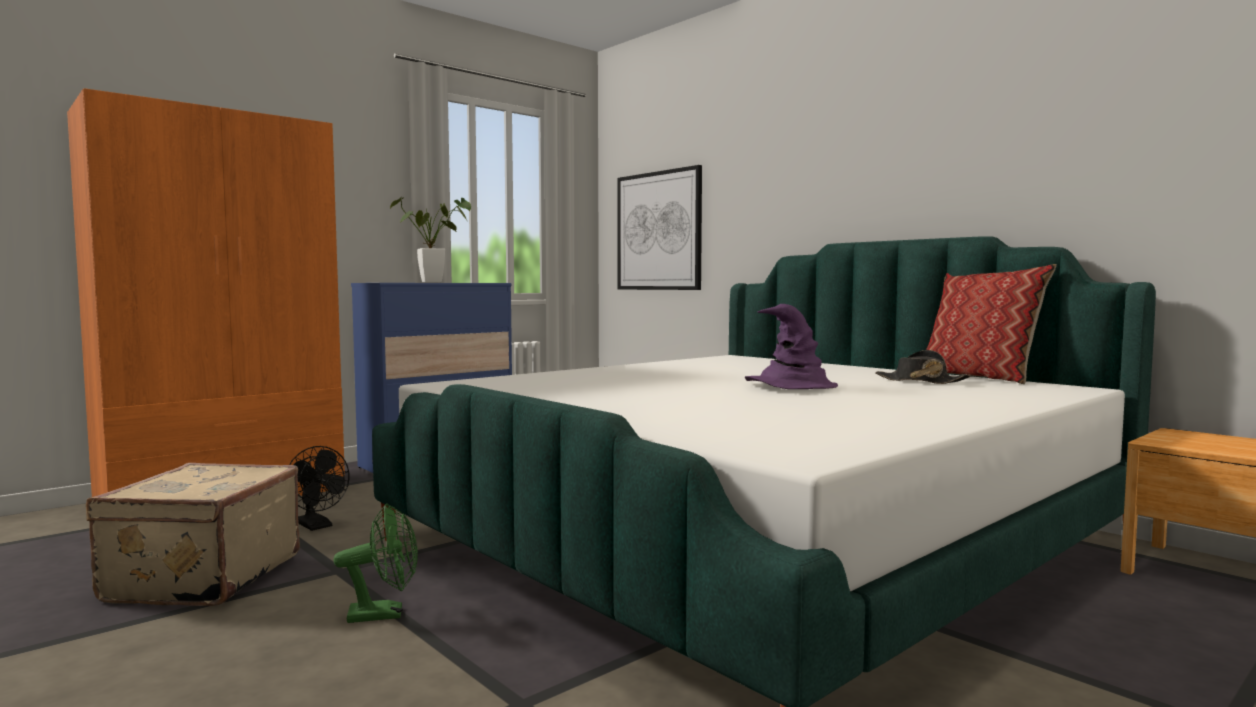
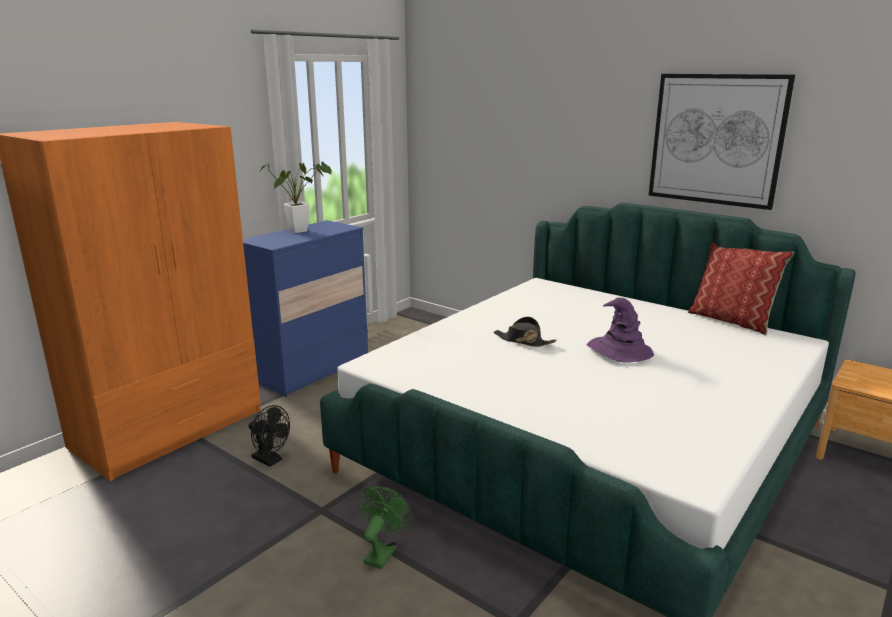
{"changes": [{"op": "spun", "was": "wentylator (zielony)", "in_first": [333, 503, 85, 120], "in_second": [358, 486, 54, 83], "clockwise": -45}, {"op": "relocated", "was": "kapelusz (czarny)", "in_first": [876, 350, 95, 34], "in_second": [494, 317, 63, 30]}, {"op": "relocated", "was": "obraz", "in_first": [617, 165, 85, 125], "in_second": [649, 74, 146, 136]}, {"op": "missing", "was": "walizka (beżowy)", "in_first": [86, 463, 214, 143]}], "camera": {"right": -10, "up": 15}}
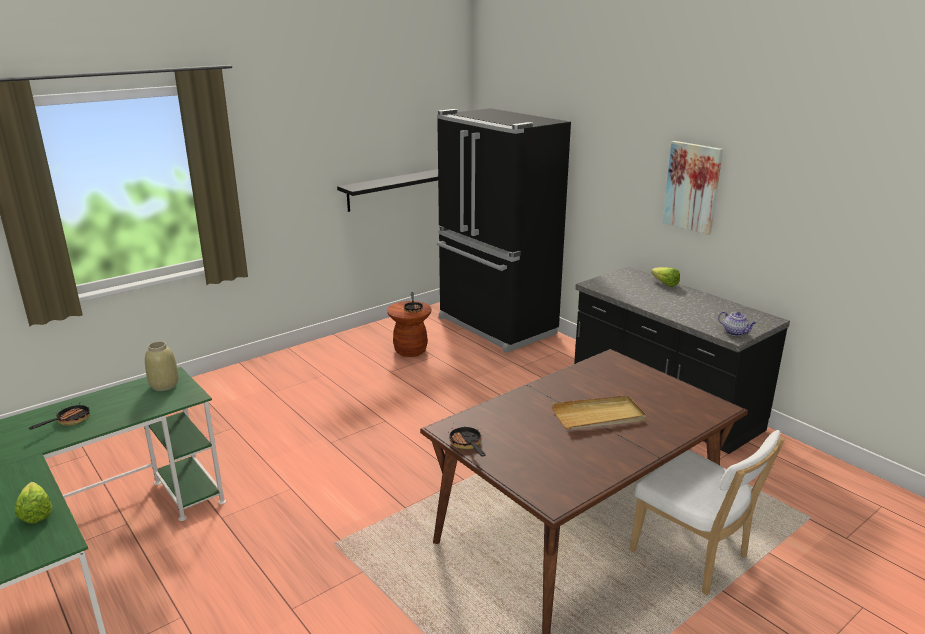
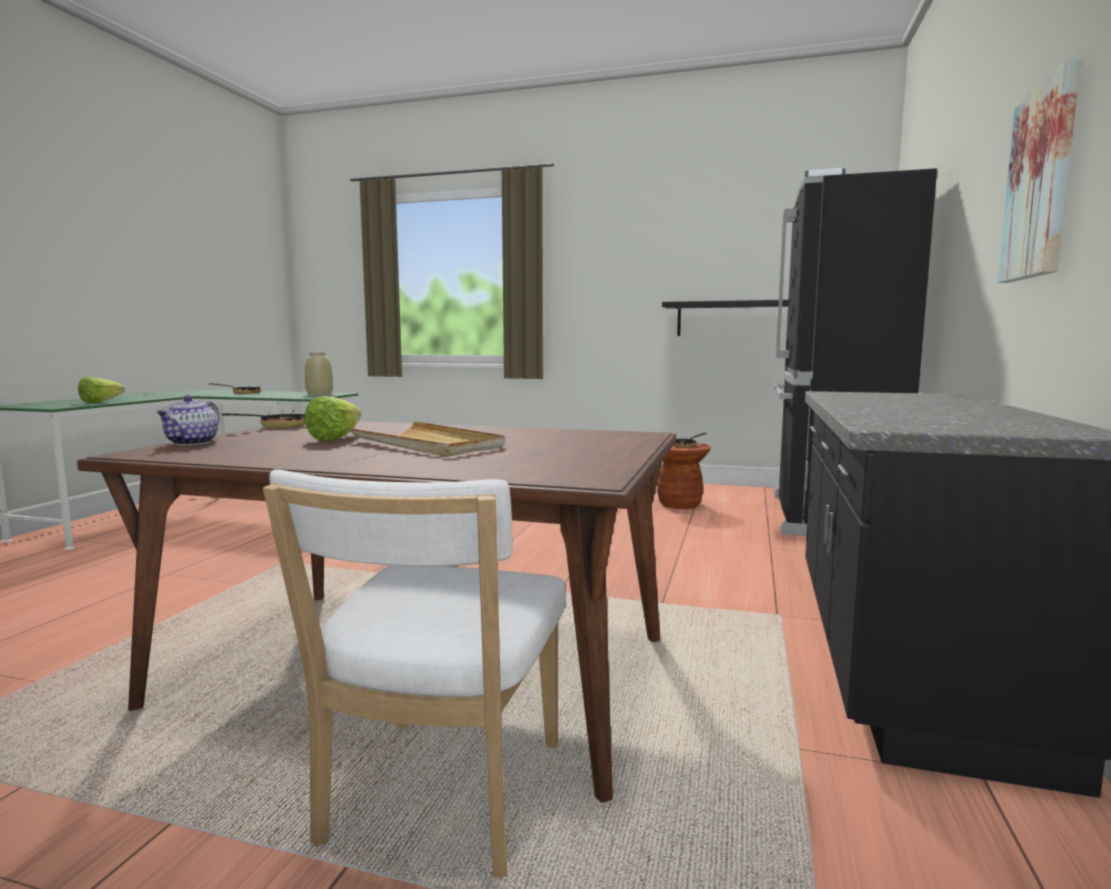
{"changes": [{"op": "relocated", "was": "imbryk", "in_first": [718, 311, 38, 25], "in_second": [157, 395, 63, 50]}, {"op": "relocated", "was": "sałata", "in_first": [651, 267, 29, 20], "in_second": [304, 396, 57, 46]}], "camera": {"right": 55, "up": -15}}
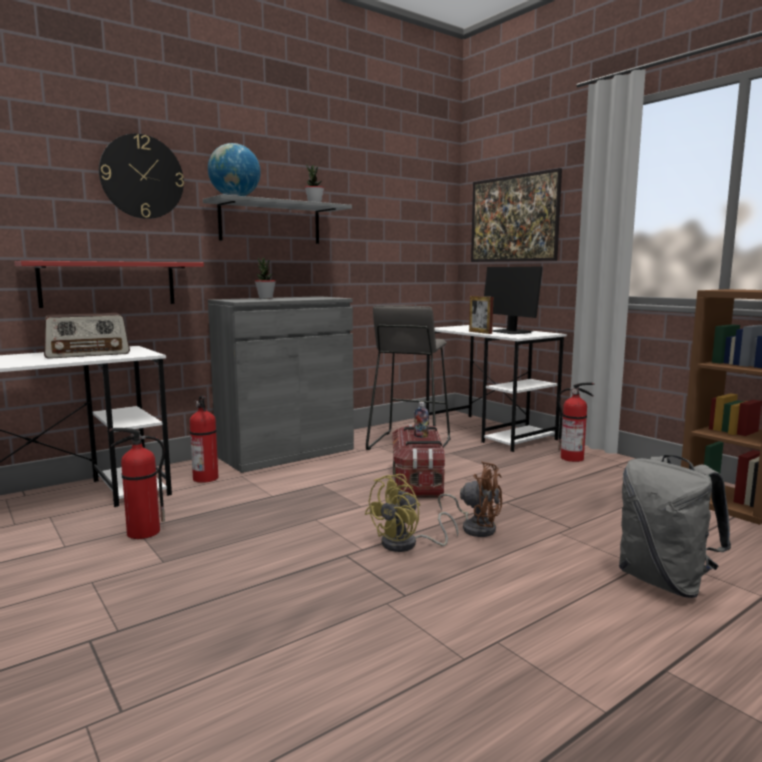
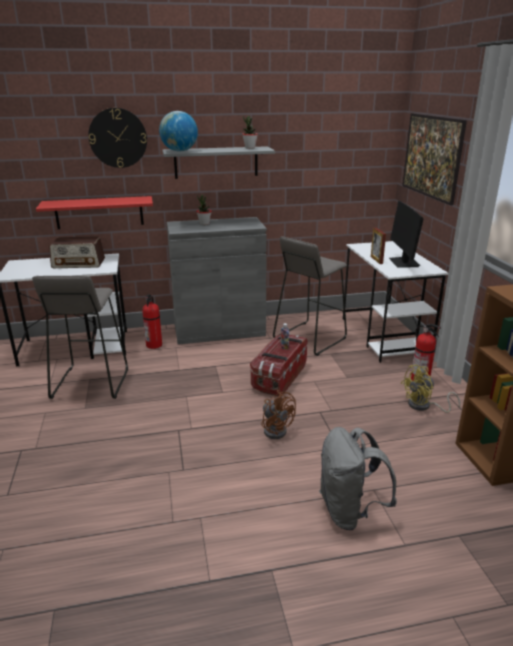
{"changes": [{"op": "exchanged", "was": "gaśnica", "now": "stołek (szary)", "in_first": [109, 428, 56, 111], "in_second": [32, 276, 96, 123]}, {"op": "relocated", "was": "wentylator (żółty)", "in_first": [365, 474, 93, 78], "in_second": [401, 365, 59, 48]}], "camera": {"right": 25, "up": 15}}
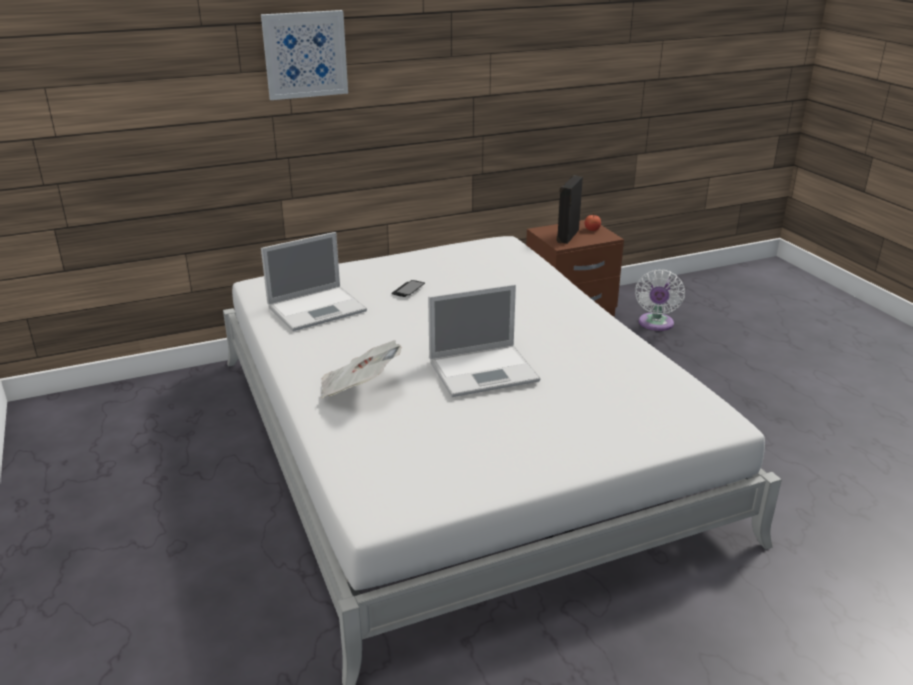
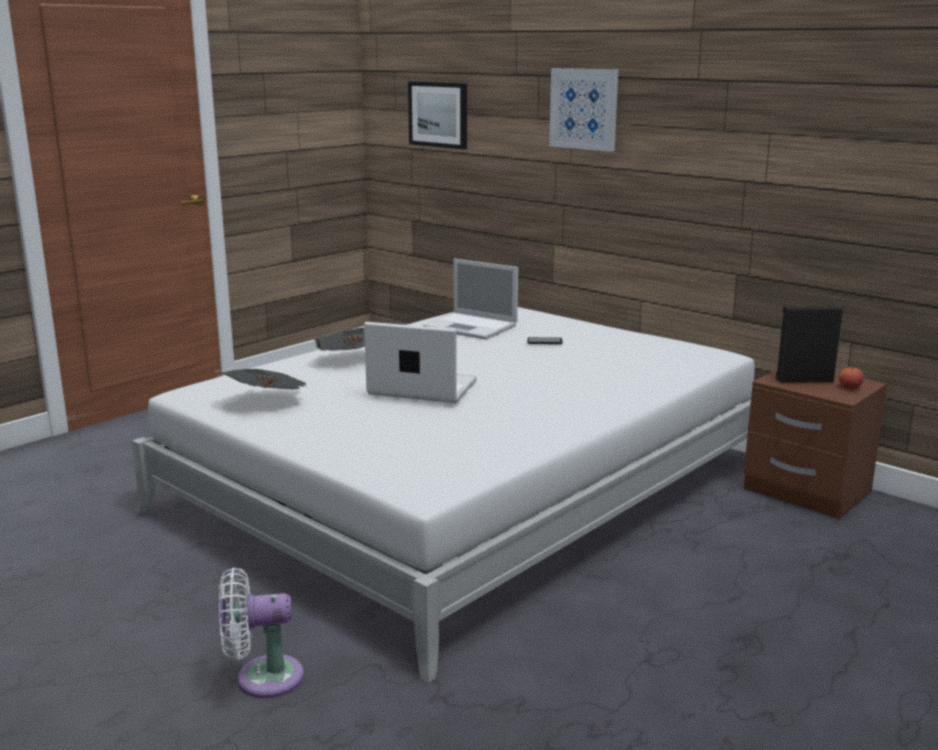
{"changes": [{"op": "relocated", "was": "wentylator (biały)", "in_first": [635, 270, 50, 61], "in_second": [219, 567, 85, 131]}, {"op": "appeared", "now": "gazeta", "in_second": [221, 369, 85, 20]}, {"op": "spun", "was": "laptop", "in_first": [428, 284, 113, 113], "in_second": [364, 322, 113, 81], "clockwise": 150}, {"op": "appeared", "now": "obraz", "in_second": [408, 81, 59, 68]}], "camera": {"right": 65, "up": -10}}
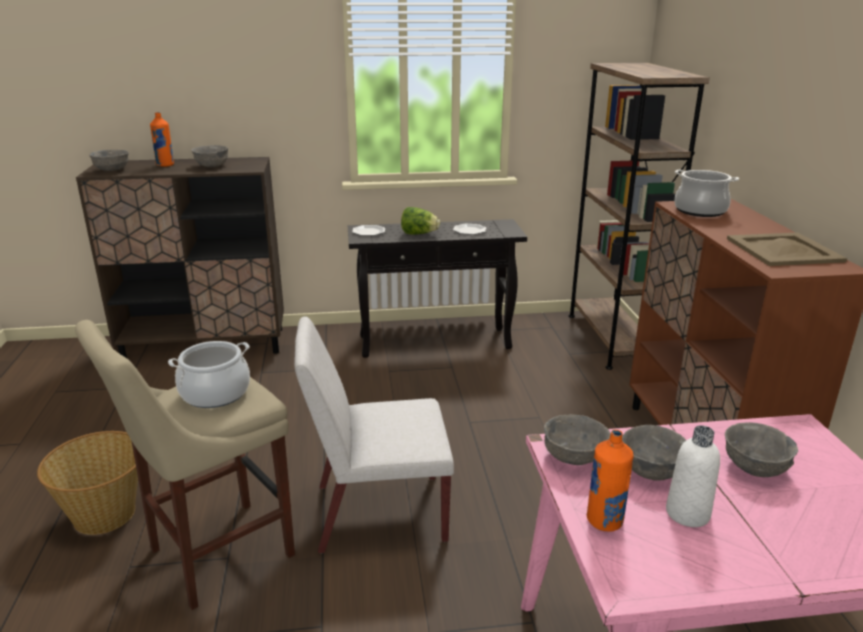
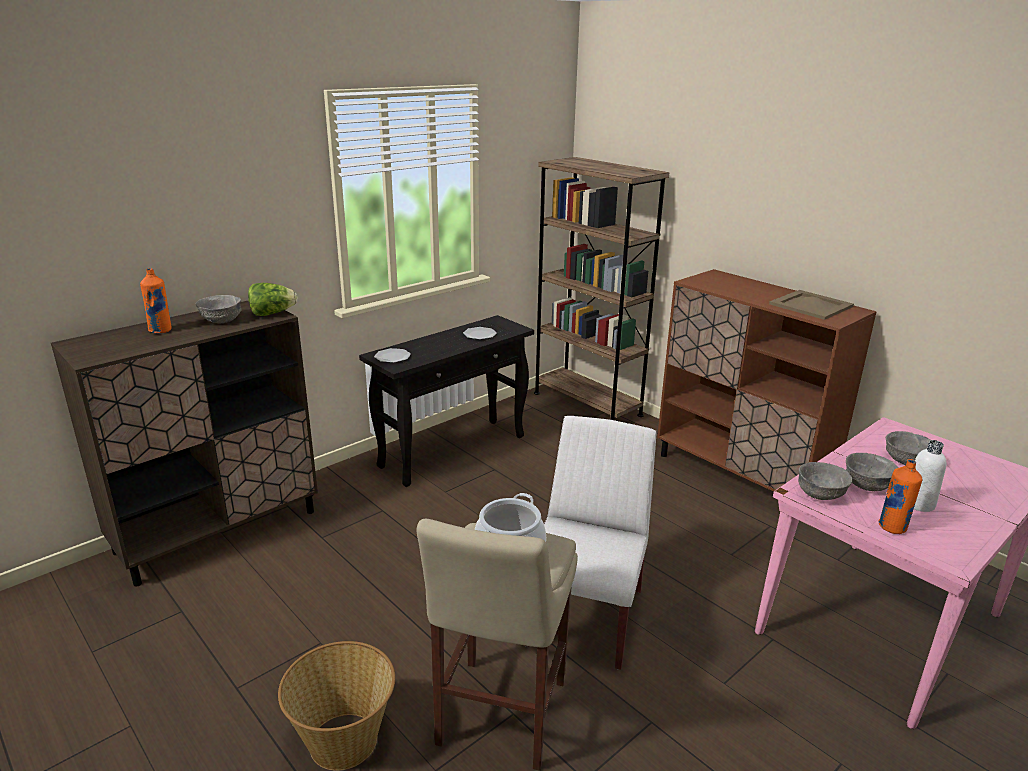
{"changes": [{"op": "relocated", "was": "sałata", "in_first": [401, 207, 39, 28], "in_second": [248, 283, 49, 33]}, {"op": "spun", "was": "krzesło (biały)", "in_first": [294, 316, 160, 238], "in_second": [523, 416, 133, 254], "clockwise": 150}, {"op": "missing", "was": "miska (szary)", "in_first": [89, 150, 40, 21]}, {"op": "missing", "was": "garnek", "in_first": [674, 170, 65, 47]}], "camera": {"right": -35, "up": 0}}
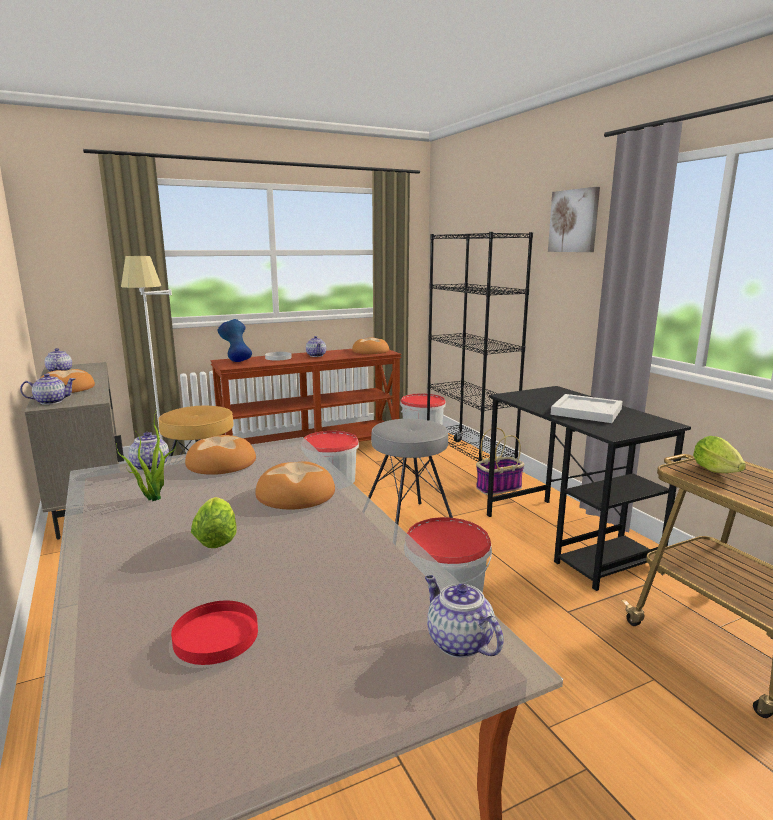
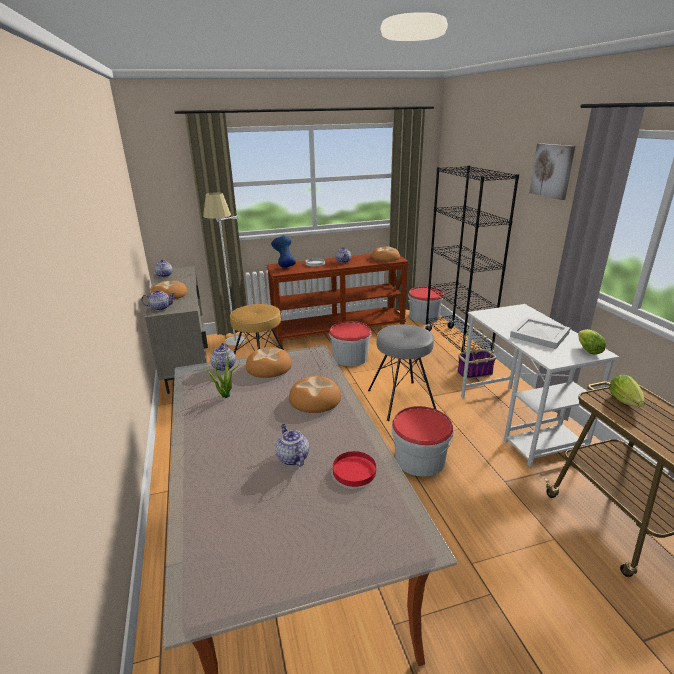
{"changes": [{"op": "relocated", "was": "imbryk", "in_first": [425, 575, 79, 83], "in_second": [275, 424, 34, 43]}, {"op": "relocated", "was": "talerz (czerwony)", "in_first": [171, 601, 87, 64], "in_second": [333, 451, 43, 36]}, {"op": "colour", "was": "biurko (czarny)", "now": "biurko (biały)", "in_first": [487, 386, 204, 205], "in_second": [461, 304, 158, 163]}, {"op": "relocated", "was": "sałata", "in_first": [191, 497, 46, 51], "in_second": [578, 329, 28, 26]}], "camera": {"right": 10, "up": 10}}
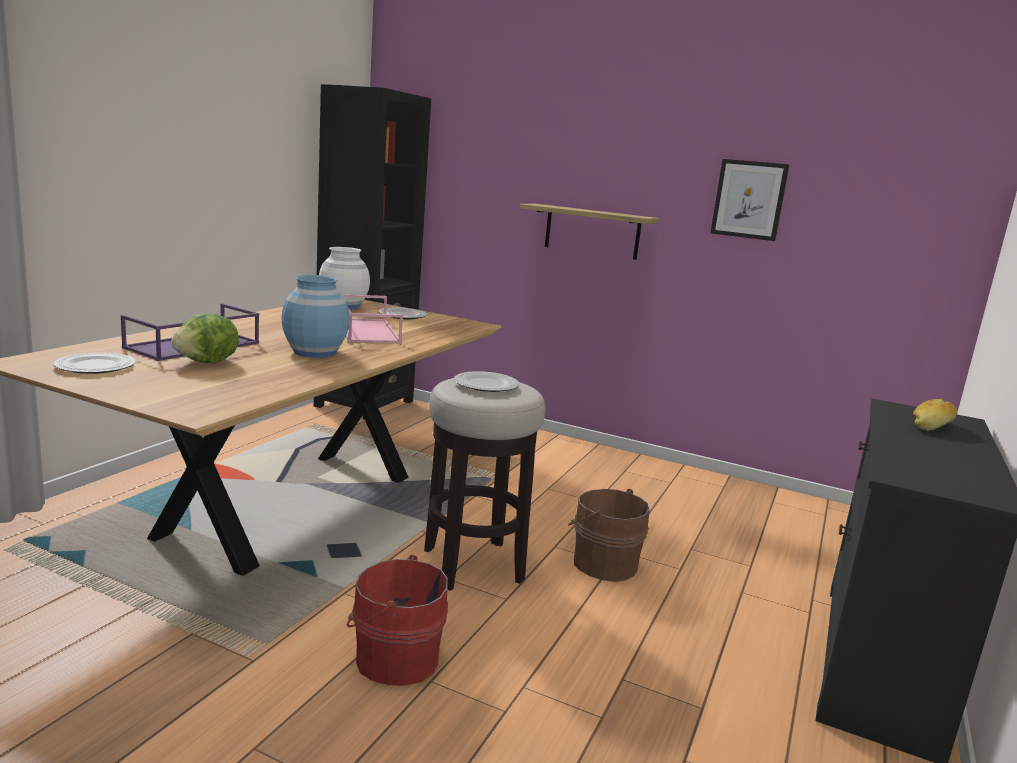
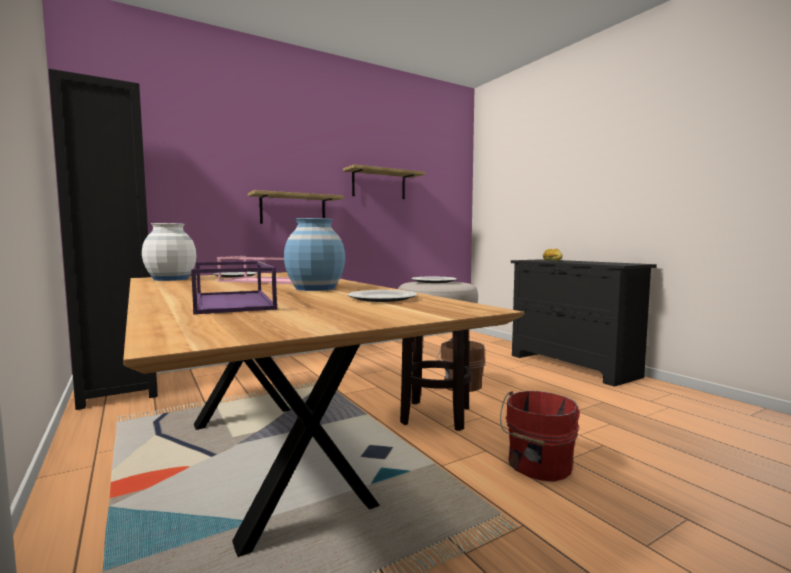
{"changes": [{"op": "exchanged", "was": "obraz", "now": "półka", "in_first": [710, 159, 79, 82], "in_second": [343, 164, 82, 35]}, {"op": "relocated", "was": "talerz", "in_first": [53, 352, 83, 22], "in_second": [348, 290, 69, 12]}, {"op": "missing", "was": "sałata", "in_first": [171, 313, 68, 50]}], "camera": {"right": -55, "up": -10}}
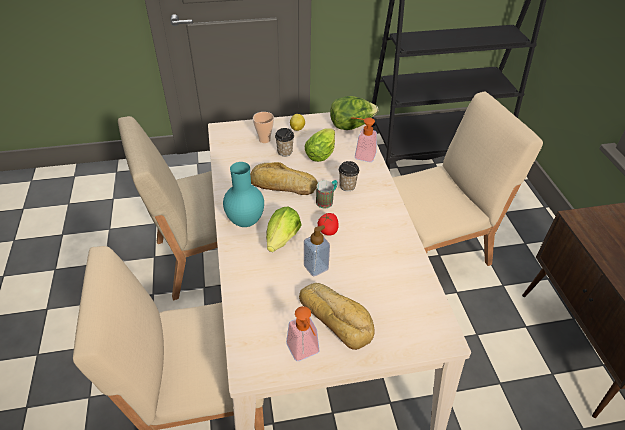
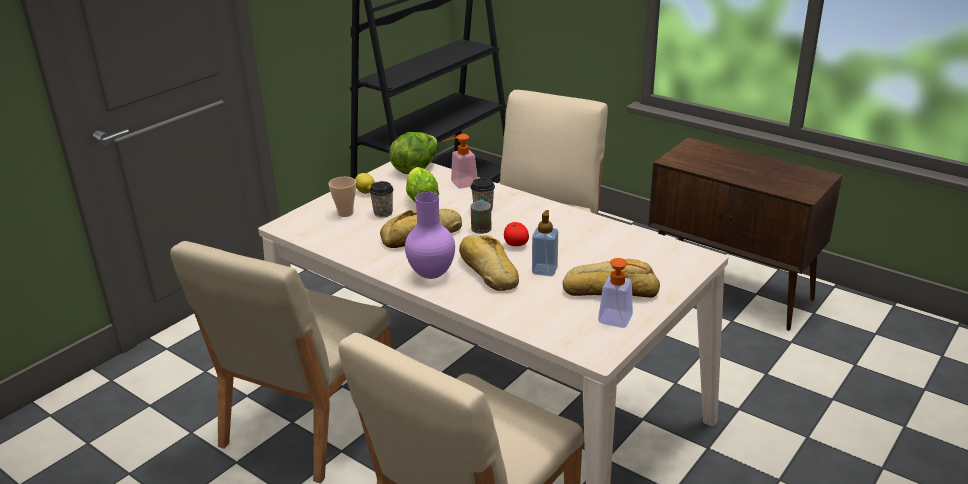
{"changes": [{"op": "colour", "was": "wazon (turkusowy)", "now": "wazon (fioletowy)", "in_first": [223, 162, 41, 65], "in_second": [405, 192, 50, 87]}, {"op": "exchanged", "was": "sałata", "now": "chleb", "in_first": [266, 206, 36, 46], "in_second": [459, 235, 60, 56]}], "camera": {"right": -40, "up": -15}}
